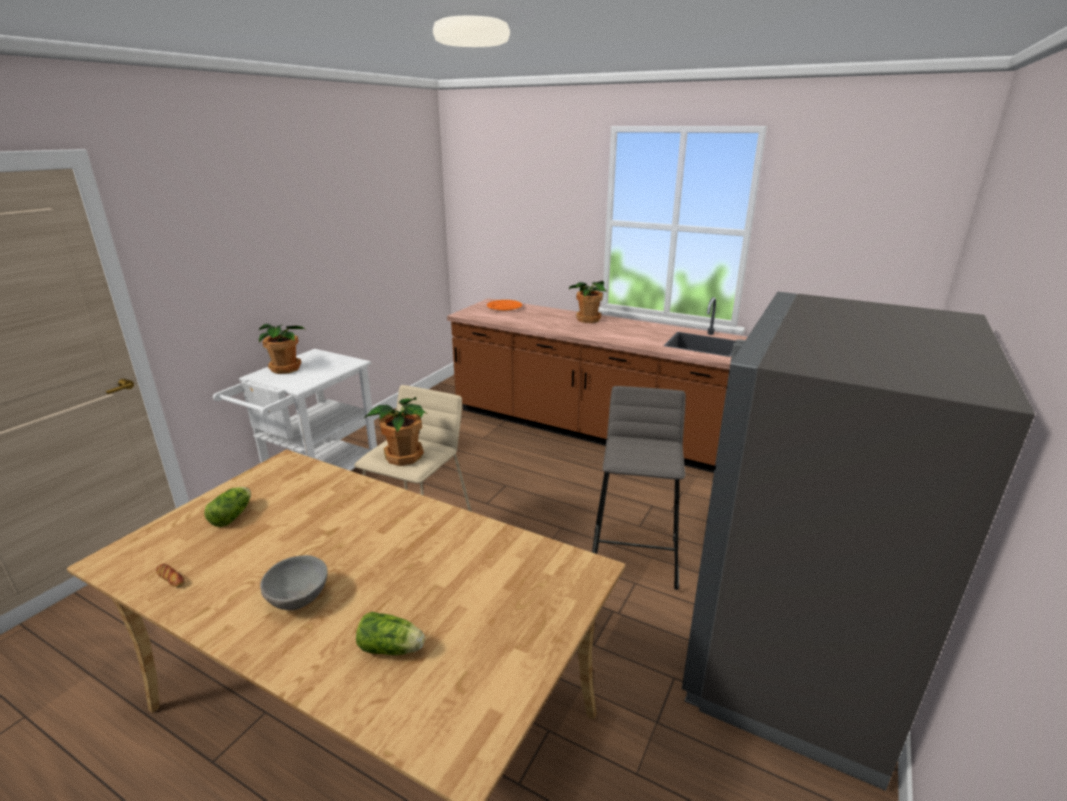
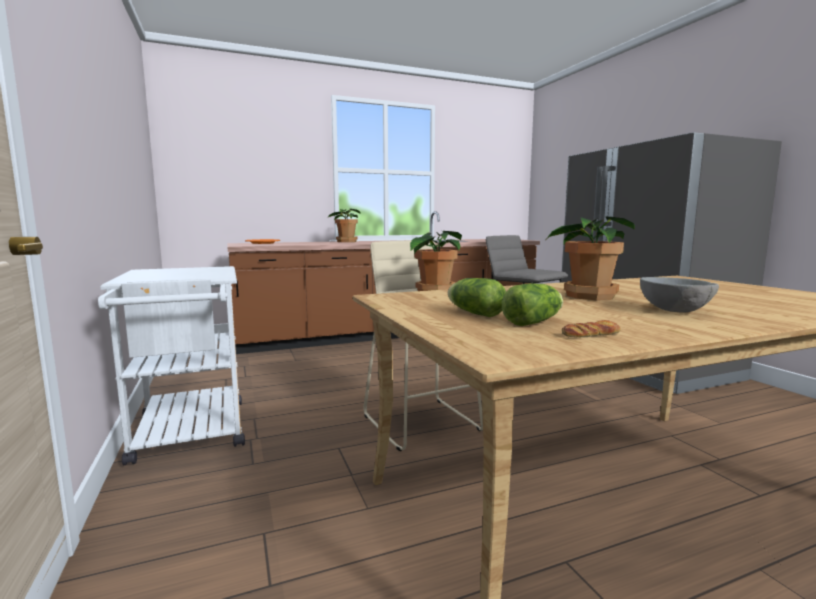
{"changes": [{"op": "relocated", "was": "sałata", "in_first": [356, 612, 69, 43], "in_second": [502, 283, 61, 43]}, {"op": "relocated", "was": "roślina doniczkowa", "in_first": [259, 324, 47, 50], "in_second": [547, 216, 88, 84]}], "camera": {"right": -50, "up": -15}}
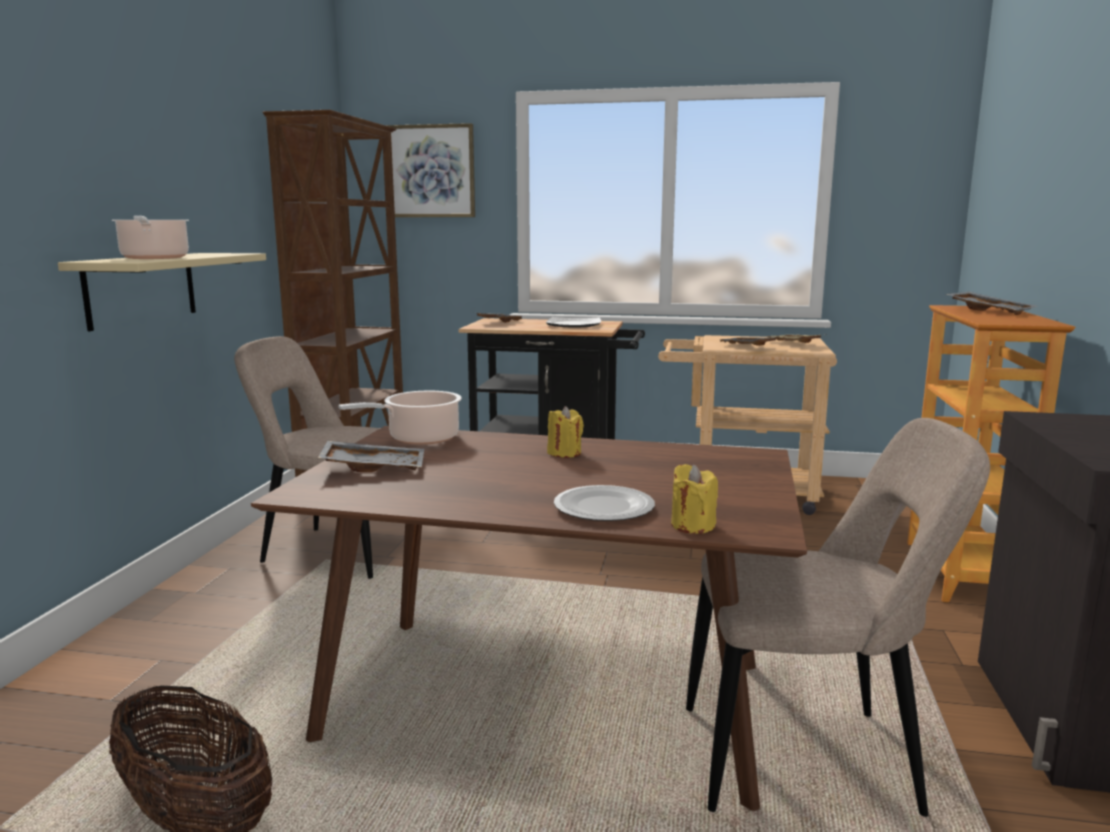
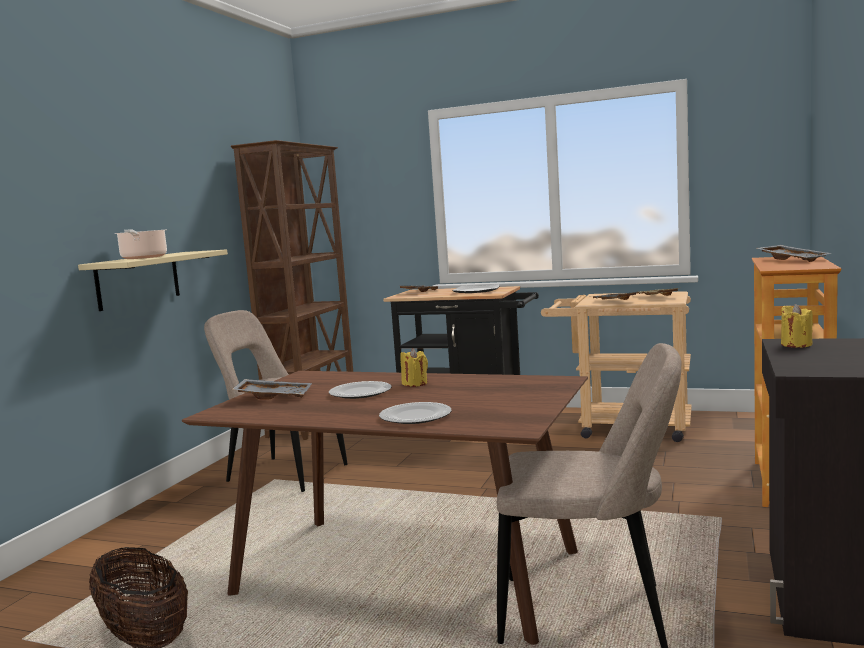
{"changes": [{"op": "appeared", "now": "talerz", "in_second": [329, 381, 63, 18]}, {"op": "relocated", "was": "świeca (żółty)", "in_first": [671, 464, 47, 70], "in_second": [781, 304, 32, 44]}, {"op": "missing", "was": "garnek", "in_first": [338, 391, 124, 54]}, {"op": "missing", "was": "obraz", "in_first": [386, 123, 89, 94]}], "camera": {"right": 10, "up": -5}}
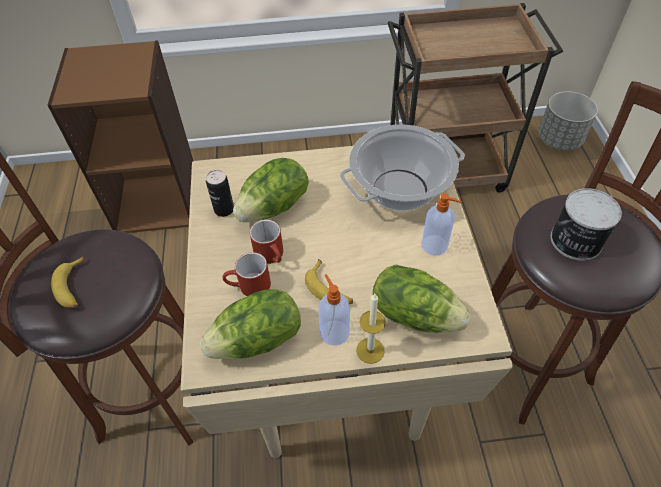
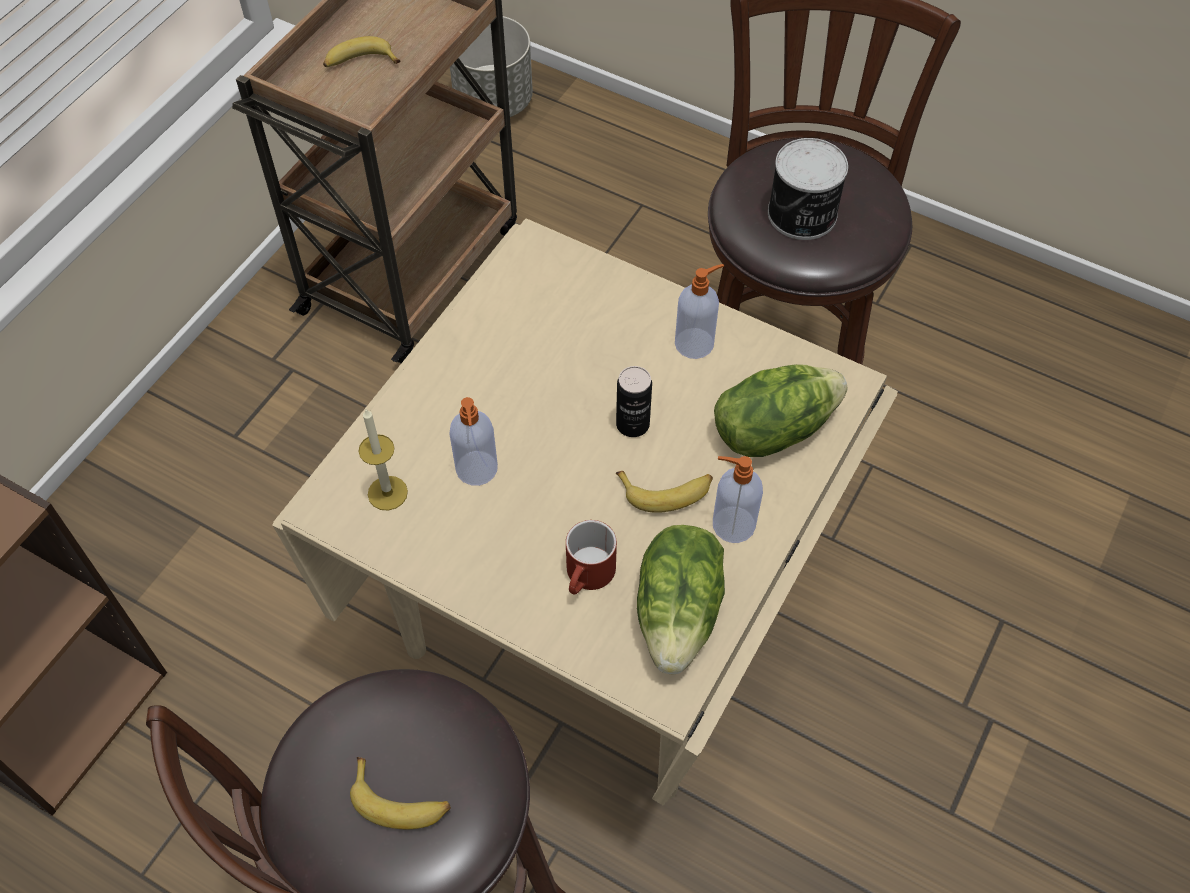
{"changes": [{"op": "appeared", "now": "banan", "in_second": [323, 36, 77, 31]}, {"op": "relocated", "was": "świeca", "in_first": [356, 294, 30, 70], "in_second": [358, 409, 50, 102]}, {"op": "exchanged", "was": "sałata", "now": "dozownik mydła", "in_first": [233, 158, 76, 64], "in_second": [449, 397, 49, 89]}, {"op": "relocated", "was": "puszka", "in_first": [206, 170, 28, 47], "in_second": [616, 366, 36, 71]}, {"op": "missing", "was": "kubek (czerwony)", "in_first": [250, 220, 33, 44]}, {"op": "missing", "was": "garnek", "in_first": [340, 125, 125, 86]}], "camera": {"right": -55, "up": 5}}
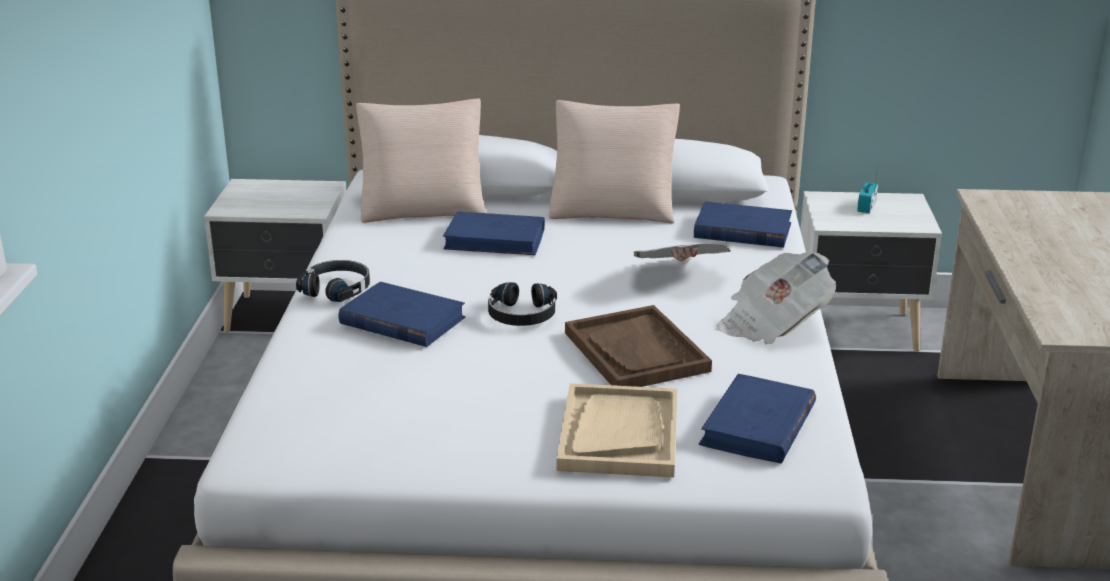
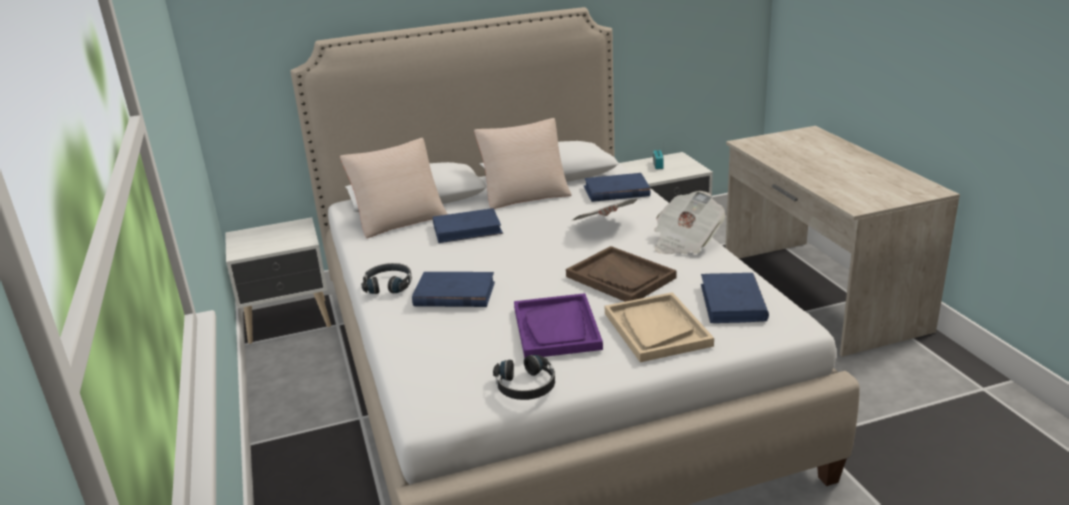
{"changes": [{"op": "relocated", "was": "słuchawki (czarny)", "in_first": [488, 282, 69, 44], "in_second": [493, 355, 62, 45]}, {"op": "appeared", "now": "taca (fioletowy)", "in_second": [514, 293, 89, 65]}], "camera": {"right": -20, "up": 0}}
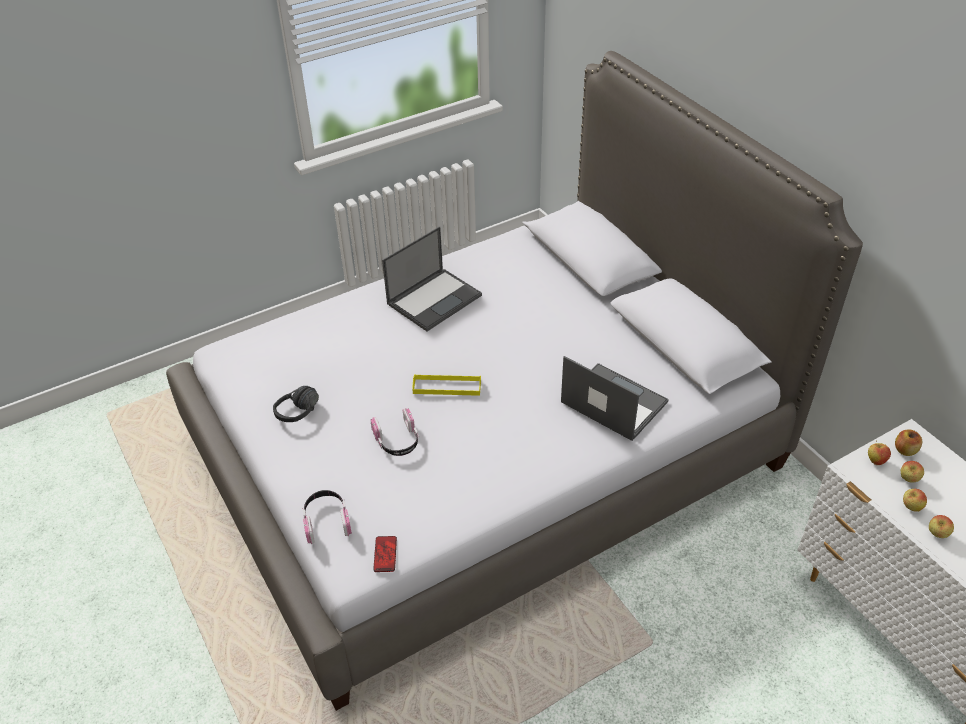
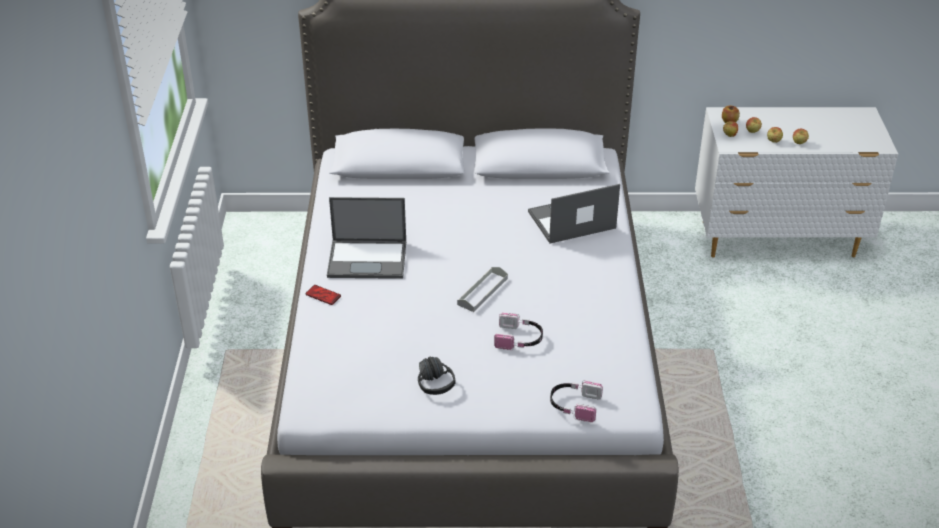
{"changes": [{"op": "relocated", "was": "telefon", "in_first": [373, 536, 24, 36], "in_second": [306, 285, 35, 20]}, {"op": "spun", "was": "laptop", "in_first": [382, 226, 100, 105], "in_second": [327, 197, 79, 82], "clockwise": 105}, {"op": "colour", "was": "taca (żółty)", "now": "taca (szary)", "in_first": [412, 374, 69, 22], "in_second": [457, 267, 51, 45]}], "camera": {"right": -60, "up": -5}}
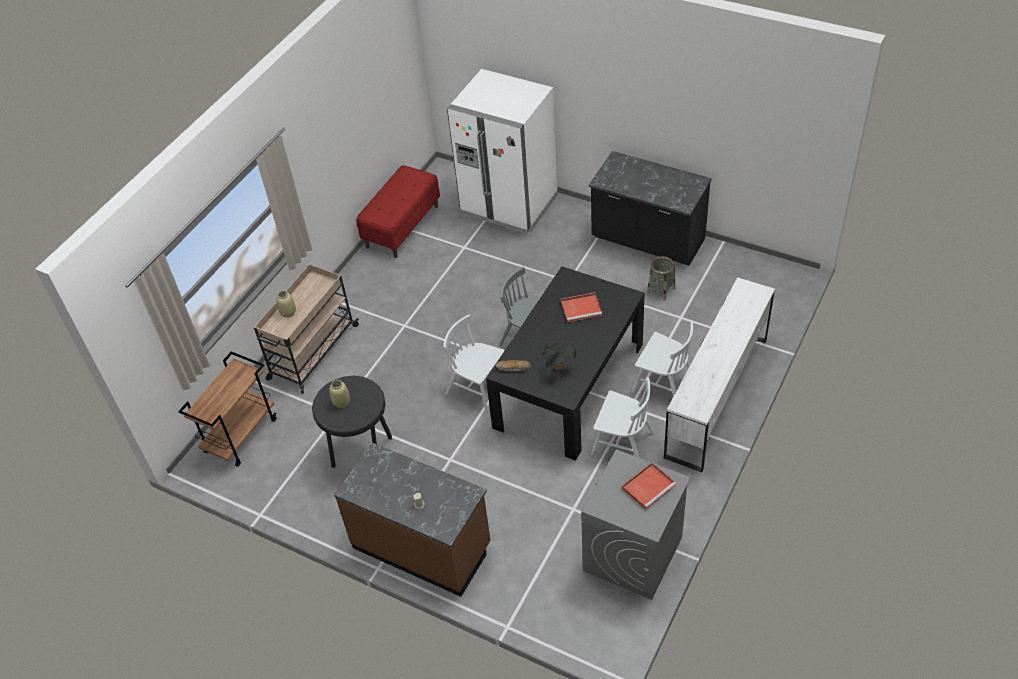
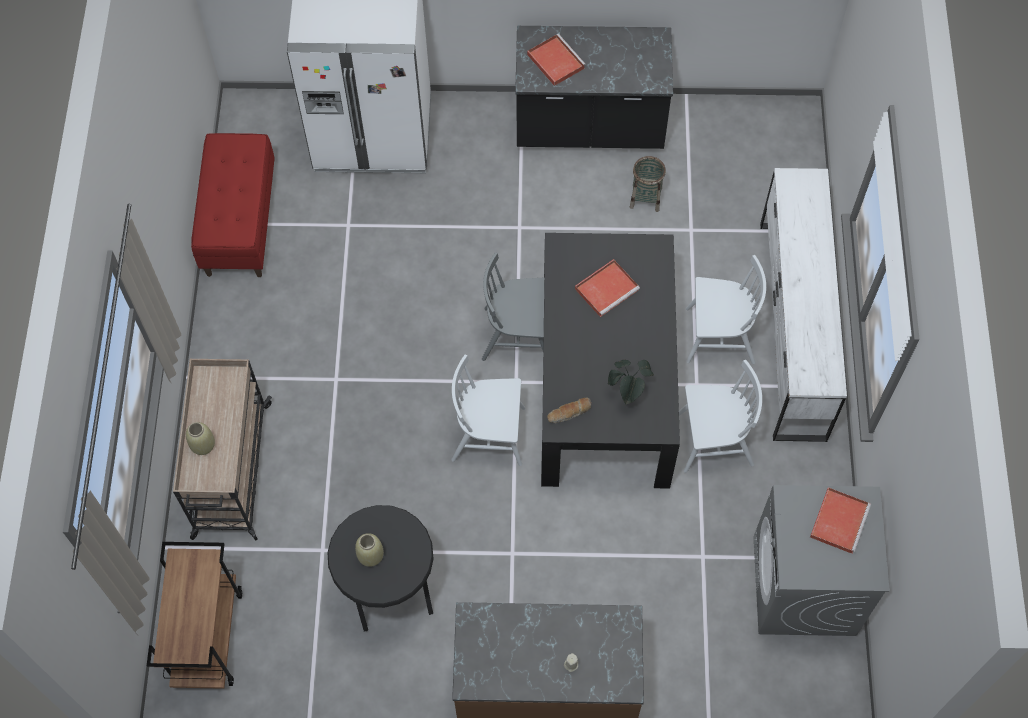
{"changes": [{"op": "appeared", "now": "taca (czerwony)", "in_second": [527, 34, 59, 52]}], "camera": {"right": -30, "up": 15}}
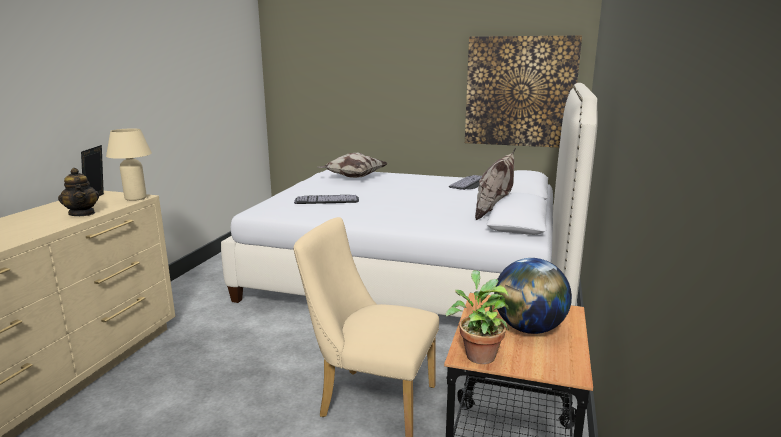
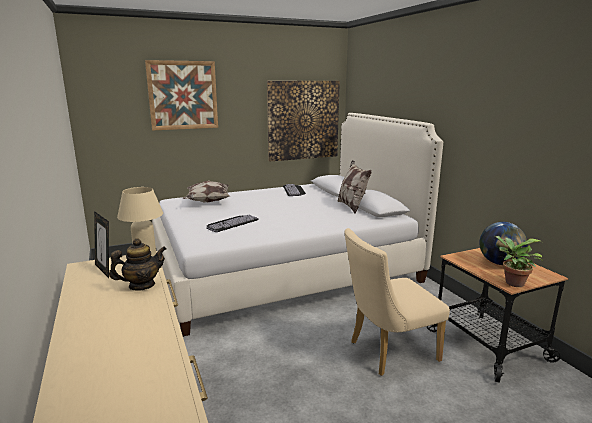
{"changes": [{"op": "spun", "was": "imbryk", "in_first": [58, 168, 41, 48], "in_second": [109, 238, 58, 52], "clockwise": -45}, {"op": "appeared", "now": "obraz", "in_second": [145, 60, 73, 71]}], "camera": {"right": -40, "up": 0}}
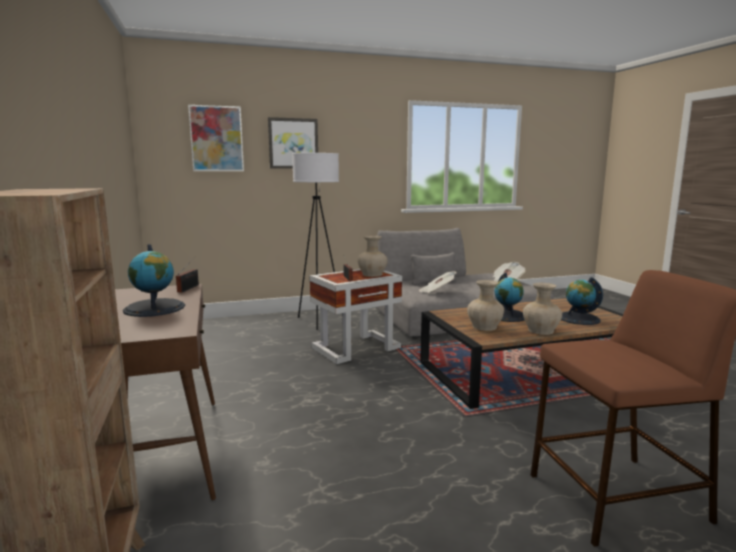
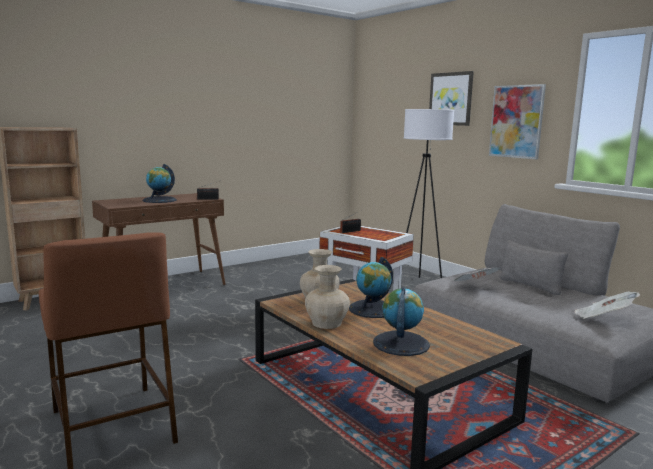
{"changes": [{"op": "relocated", "was": "obraz", "in_first": [188, 105, 56, 66], "in_second": [489, 84, 57, 75]}, {"op": "missing", "was": "wazon (beżowy)", "in_first": [357, 236, 31, 41]}], "camera": {"right": 70, "up": 0}}
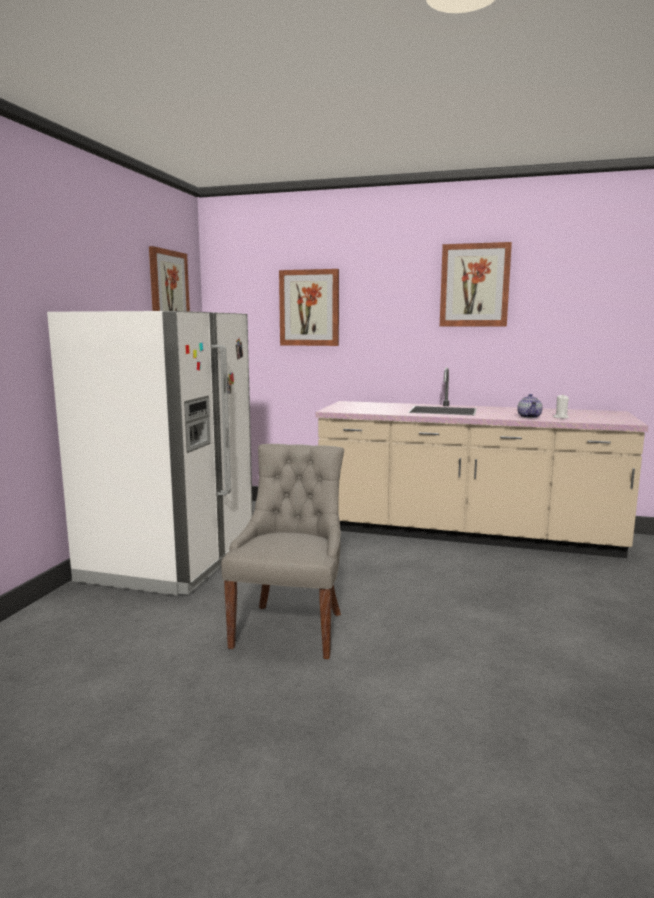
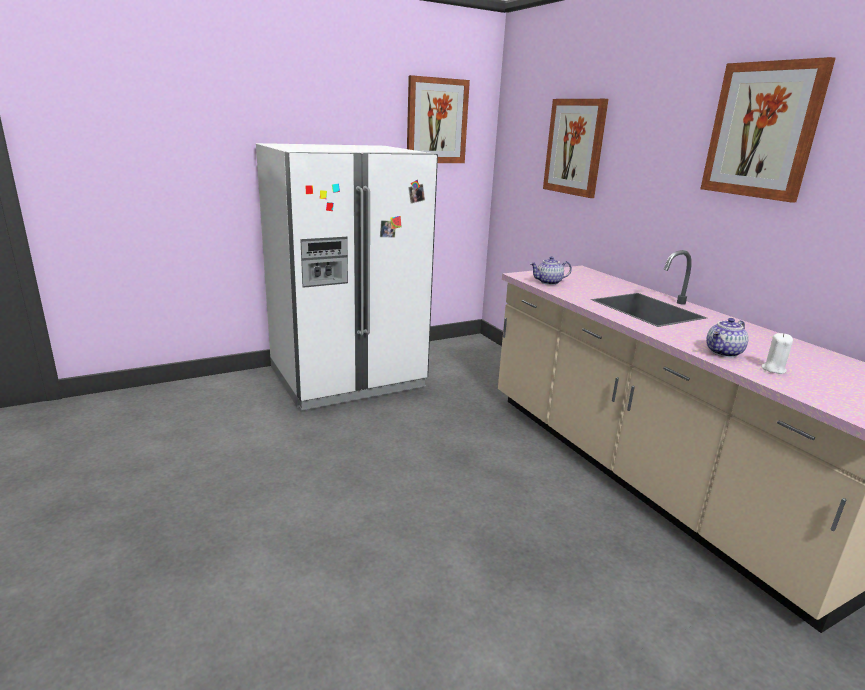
{"changes": [{"op": "appeared", "now": "imbryk", "in_second": [530, 256, 42, 29]}, {"op": "missing", "was": "krzesło (szary)", "in_first": [221, 444, 123, 215]}], "camera": {"right": 45, "up": 10}}
